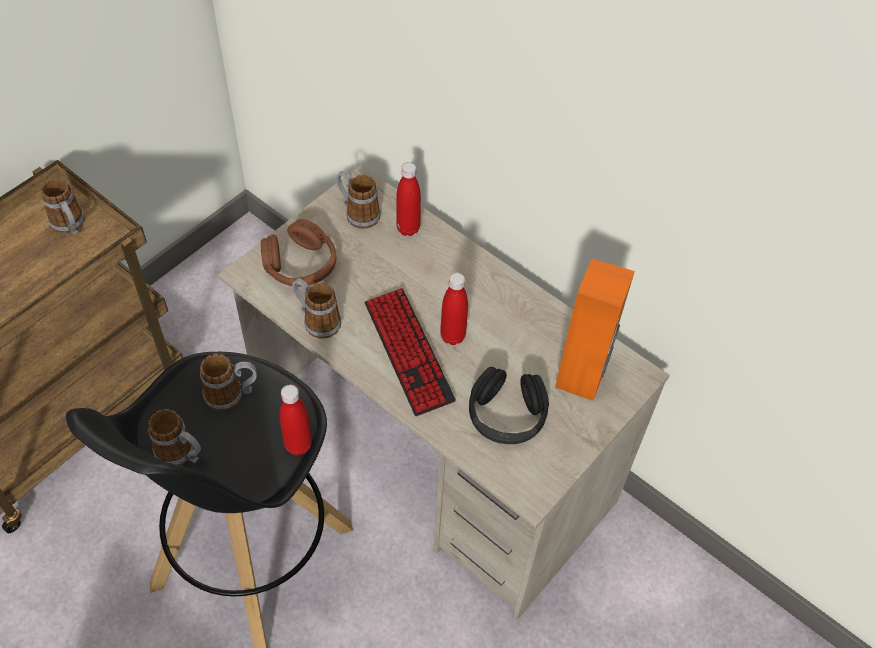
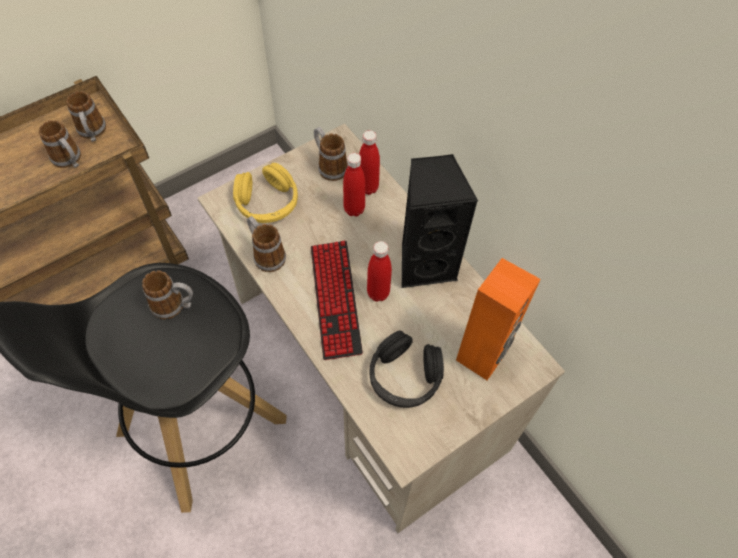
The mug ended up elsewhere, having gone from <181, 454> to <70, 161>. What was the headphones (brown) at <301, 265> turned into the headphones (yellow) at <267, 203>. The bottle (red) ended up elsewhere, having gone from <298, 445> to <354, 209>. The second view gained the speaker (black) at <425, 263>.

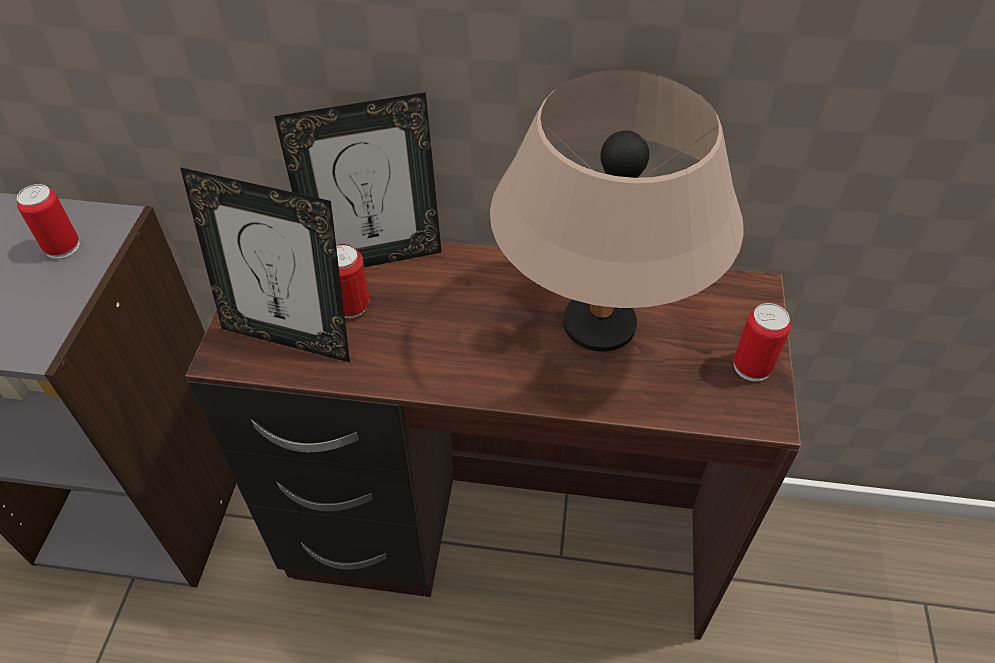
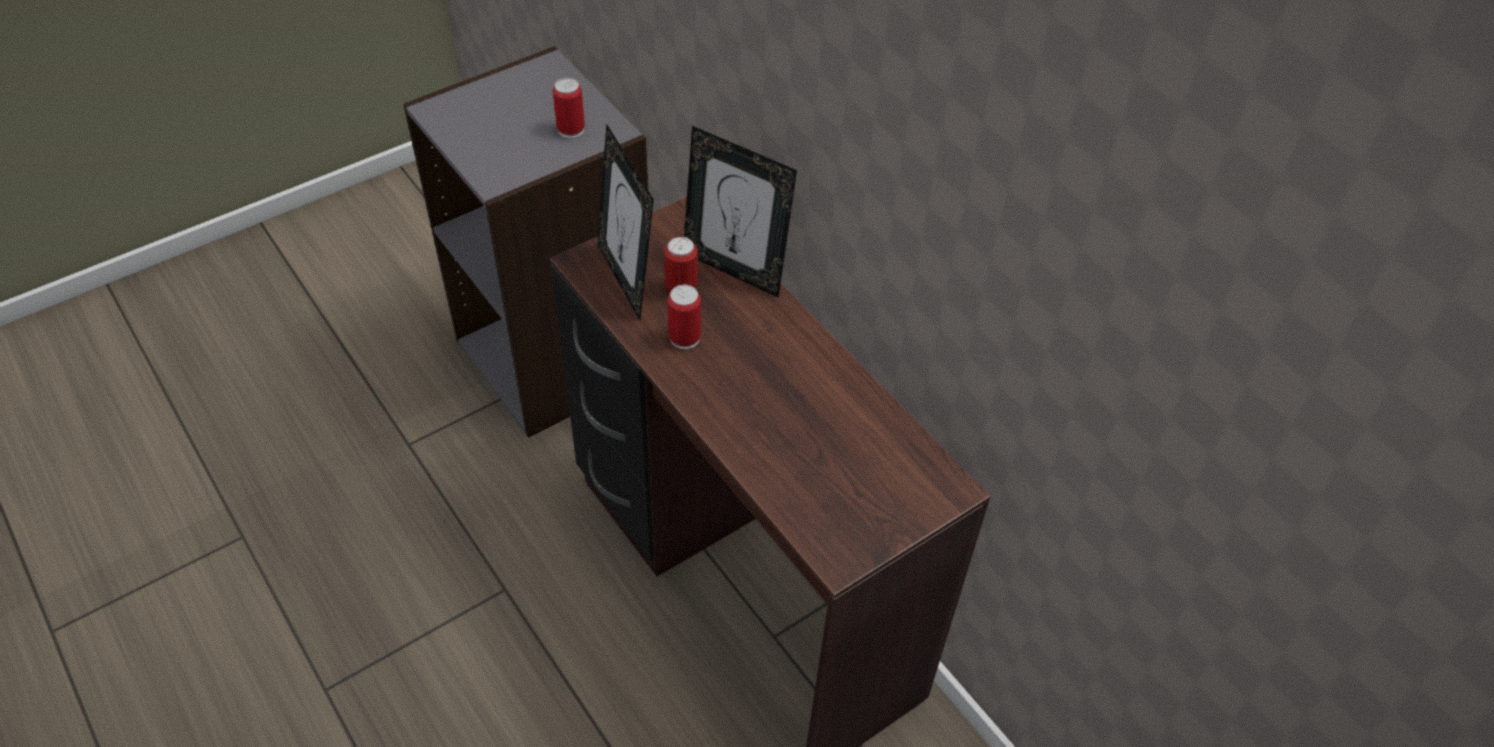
The second view lost the table lamp (beige) at <600, 326>. The can ended up elsewhere, having gone from <752, 366> to <684, 337>.

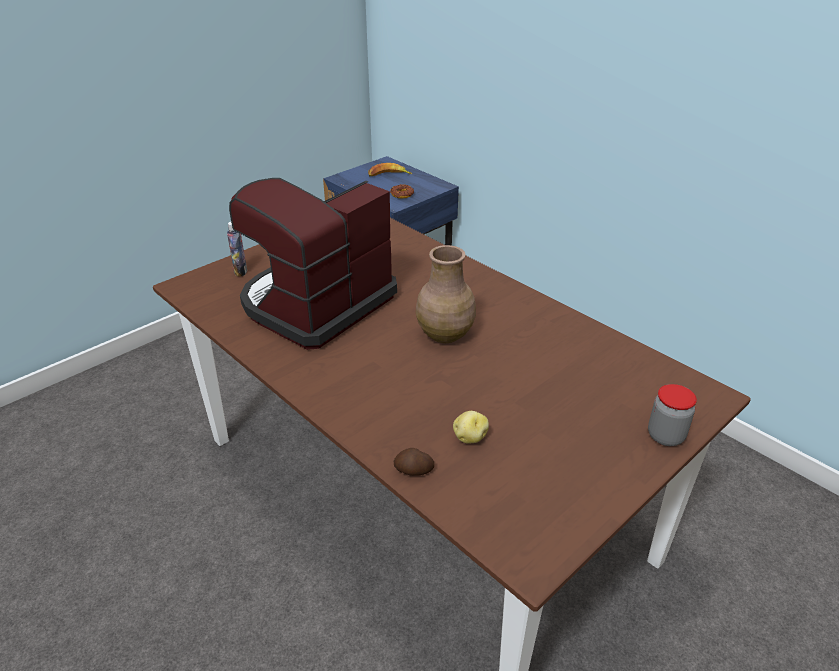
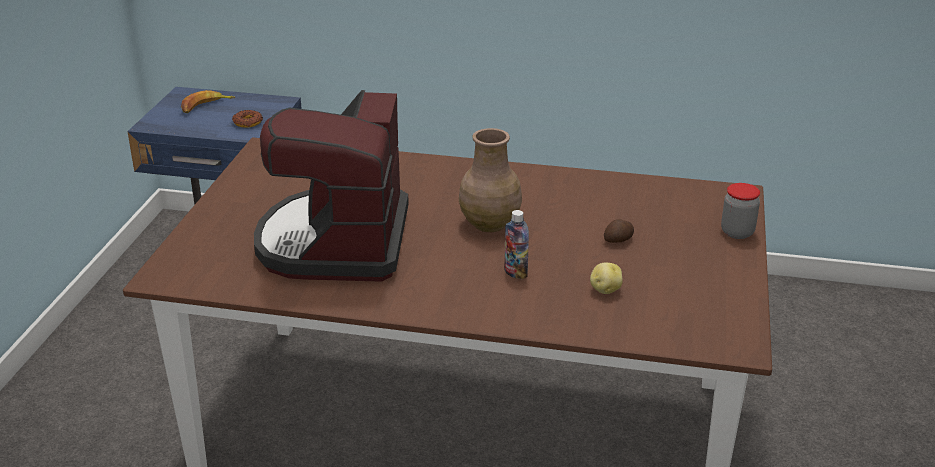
The bottle ended up elsewhere, having gone from <240, 271> to <515, 273>. The potato ended up elsewhere, having gone from <413, 471> to <619, 240>.

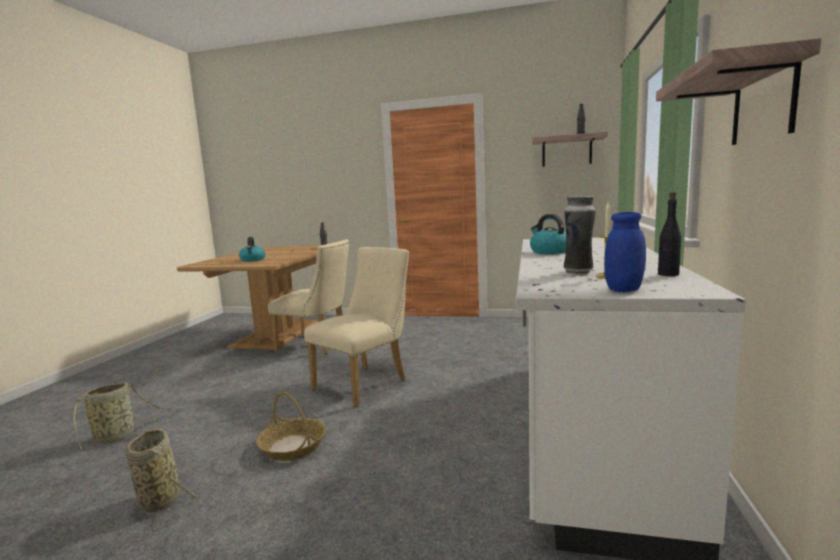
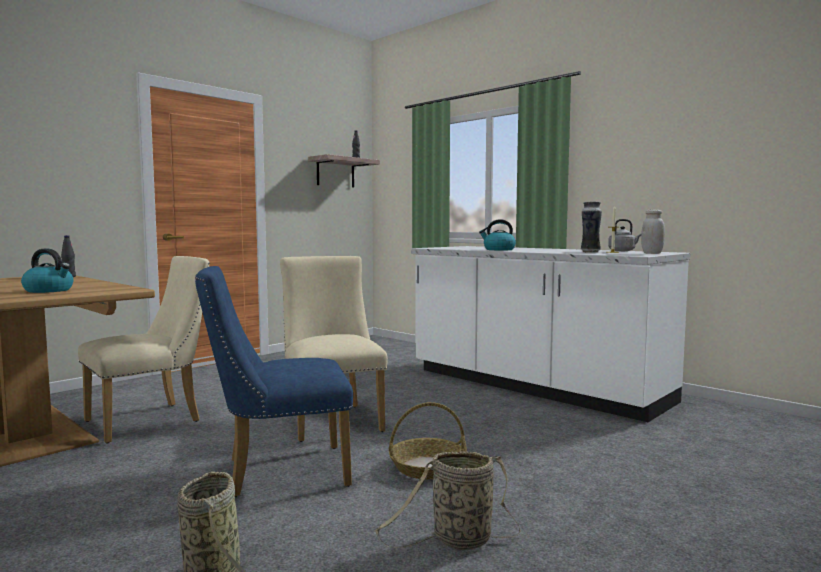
What was the jar (blue) at <624, 289> turned into the jar (white) at <652, 253>. The second view lost the shelf at <763, 103>. Where the bottle (black) stood at <668, 274>, the kettle (grey) came to stand at <623, 251>. The second view gained the chair (blue) at <277, 472>.

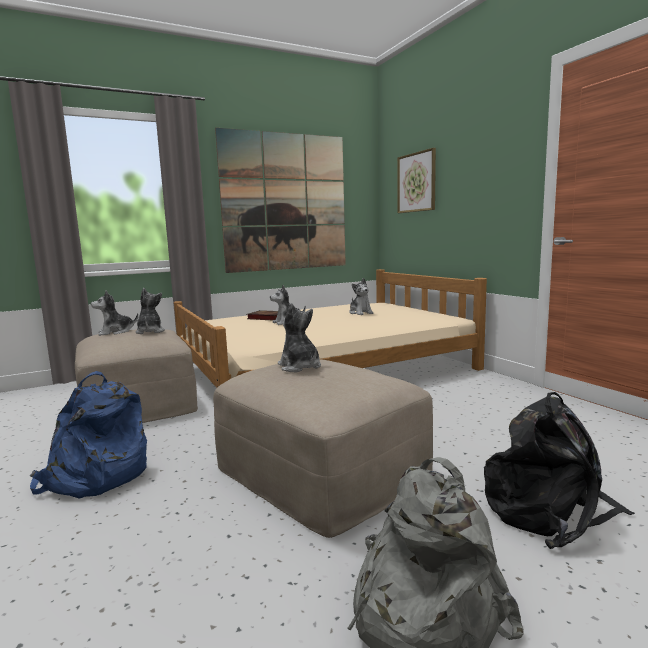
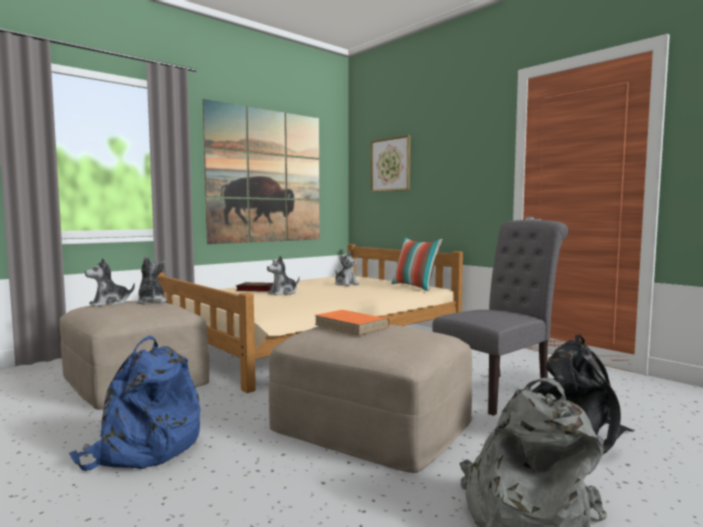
Where the plush toy stood at <299, 367>, the book (orange) came to stand at <352, 326>. The second view gained the pillow at <415, 287>. The second view gained the chair (grey) at <498, 391>.

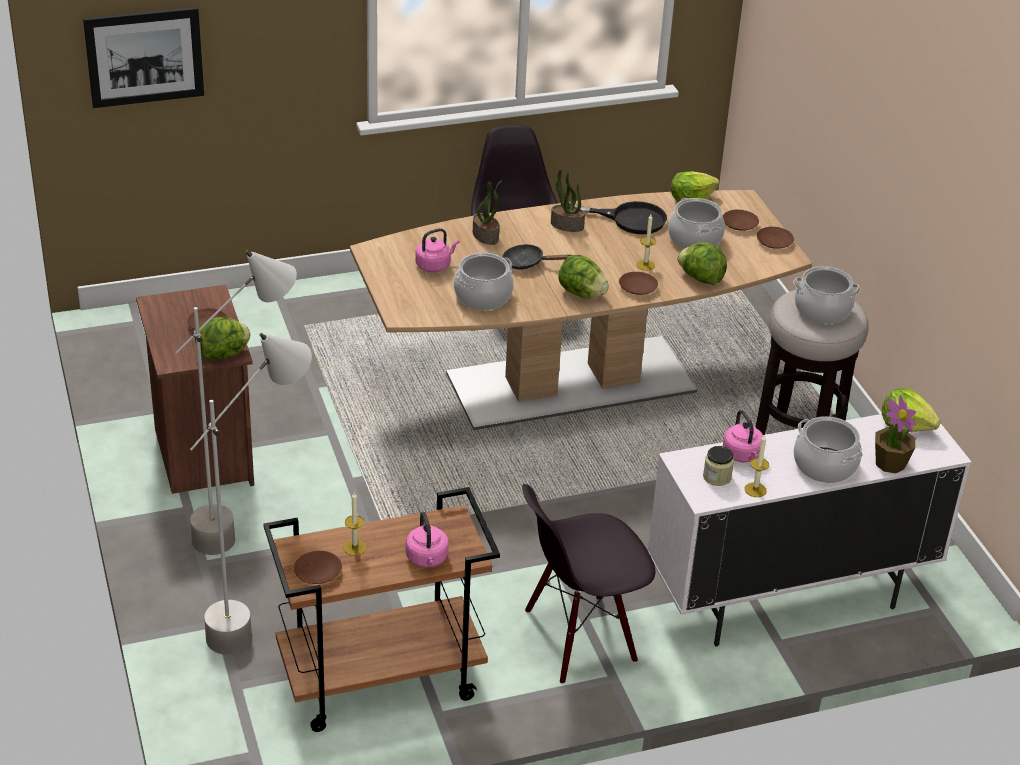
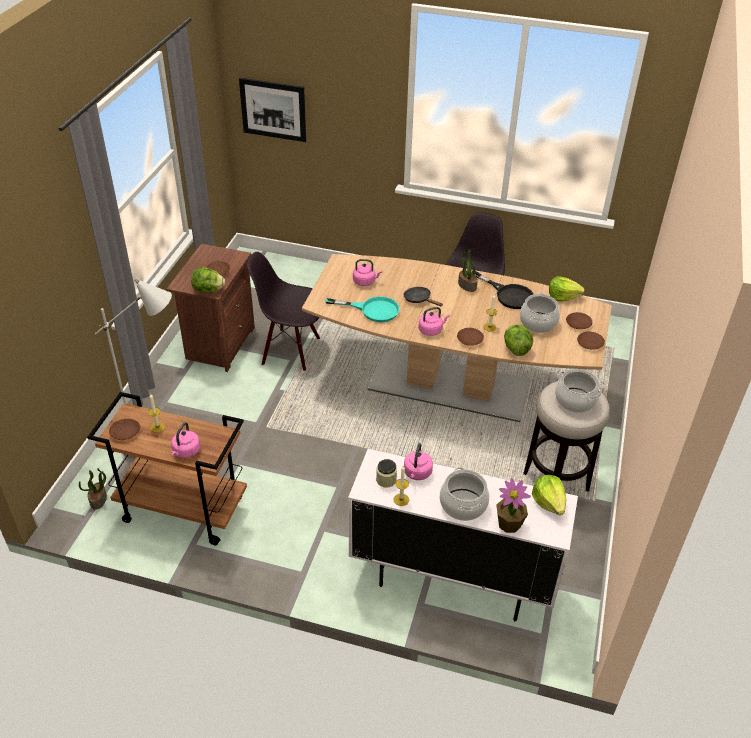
The second view lost the floor lamp (grey) at <247, 529>. Where the cooking pot stood at <482, 296>, the frying pan (turquoise) came to stand at <372, 310>. The potted plant ended up elsewhere, having gone from <486, 236> to <98, 500>. The chair (black) ended up elsewhere, having gone from <579, 638> to <291, 350>. Where the lettuce stood at <581, 294>, the kettle (pink) came to stand at <431, 330>.

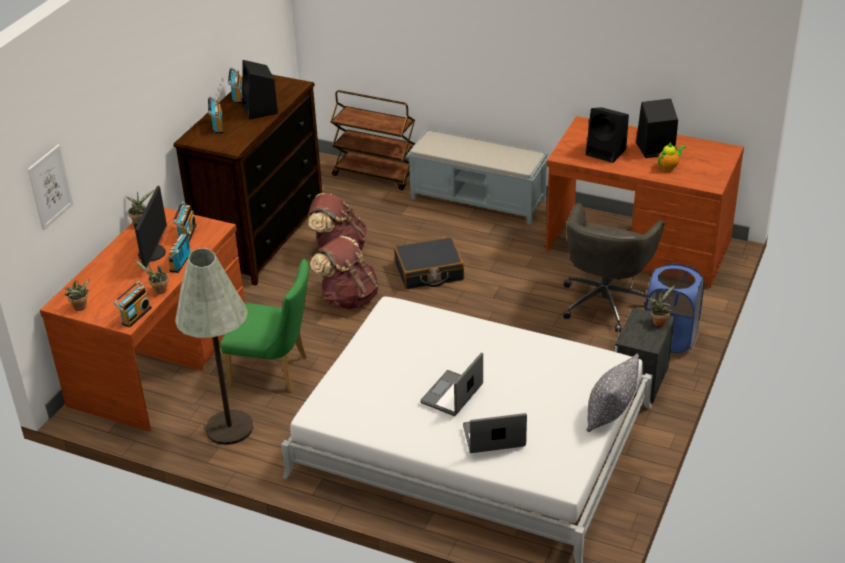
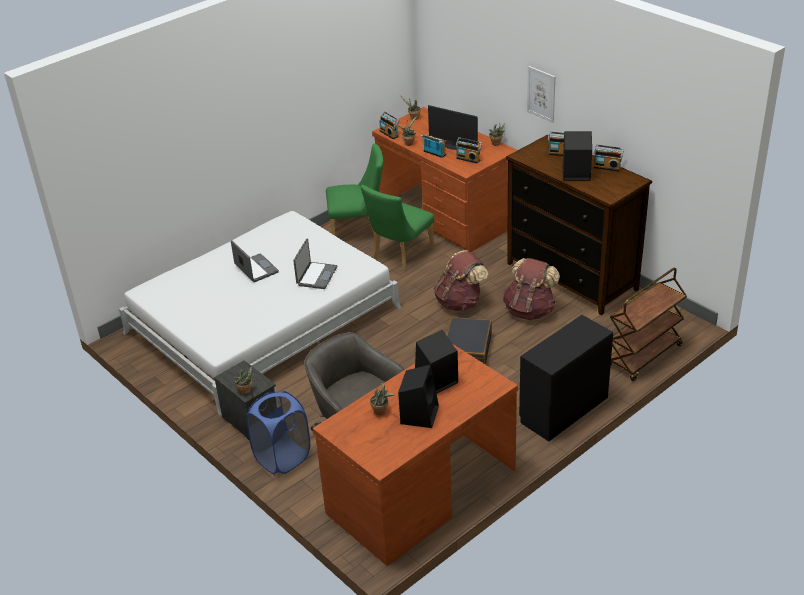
The picture ended up elsewhere, having gone from <50, 187> to <541, 94>. Where the floor lamp (grey) stood at <229, 428>, the chair (green) came to stand at <358, 231>. Where the bench (grey) stood at <479, 200>, the dresser (black) came to stand at <562, 409>. The laptop ended up elsewhere, having gone from <494, 437> to <316, 276>. The second view lost the pillow (grey) at <609, 415>. Where the teapot stood at <669, 167>, the potted plant came to stand at <381, 411>.

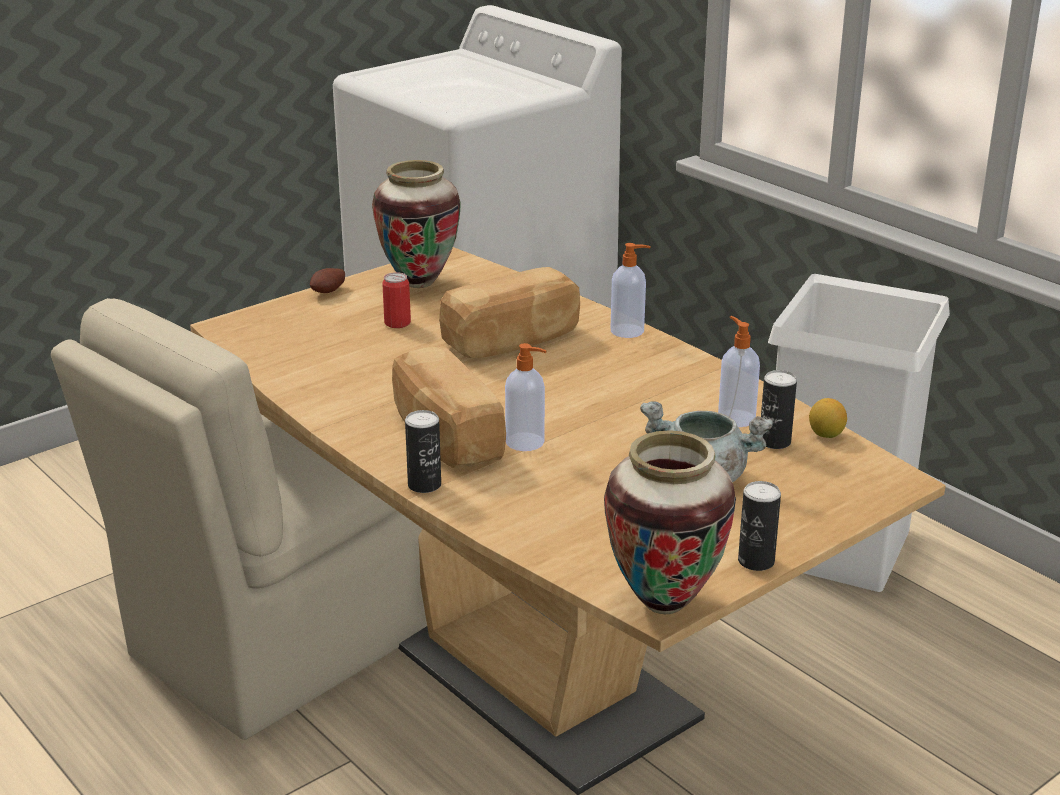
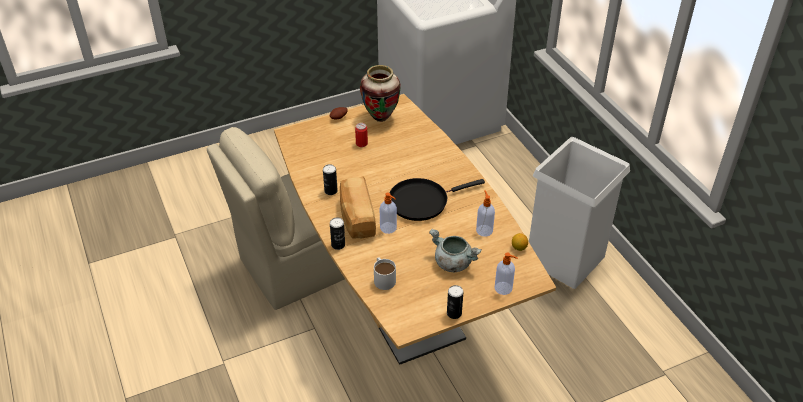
The second view lost the bread at <513, 341>. The second view lost the vase at <664, 602>. The soap dispenser ended up elsewhere, having gone from <628, 331> to <504, 288>. The can ended up elsewhere, having gone from <774, 442> to <331, 191>. The second view gained the mug (white) at <383, 278>. The second view gained the frying pan (black) at <422, 201>.

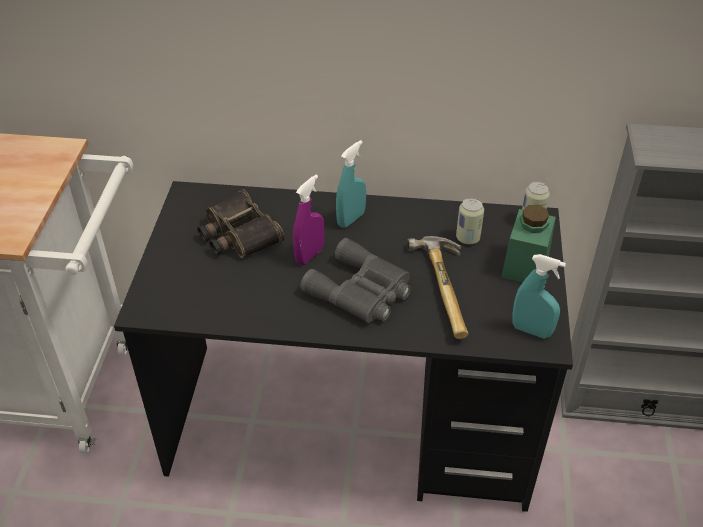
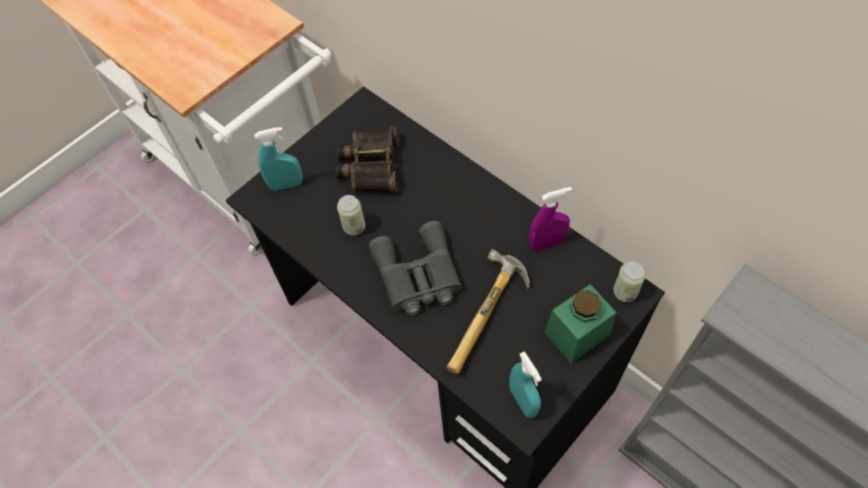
The spray bottle (purple) ended up elsewhere, having gone from <309, 255> to <546, 243>. The spray bottle (turquoise) ended up elsewhere, having gone from <351, 219> to <286, 185>. The can ended up elsewhere, having gone from <467, 238> to <354, 227>.

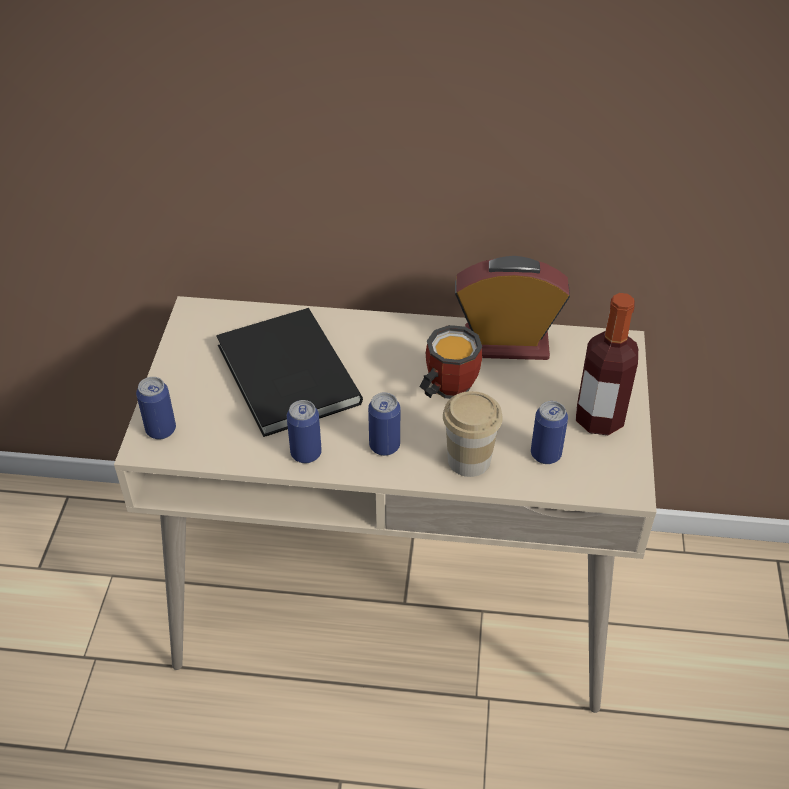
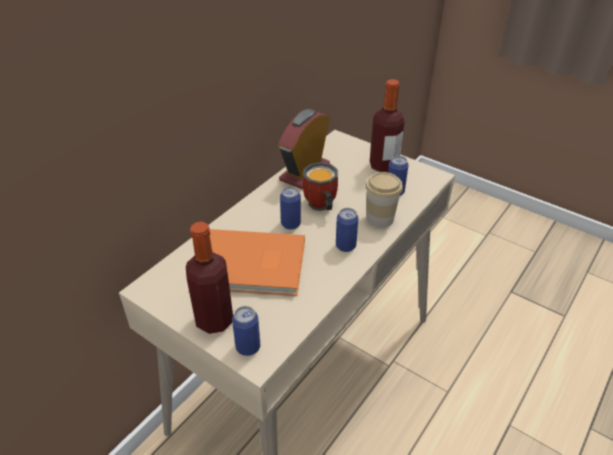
What was the book (black) at <285, 377> turned into the book (orange) at <252, 266>. The can ended up elsewhere, having gone from <306, 453> to <290, 224>. The second view gained the bottle at <214, 320>.

